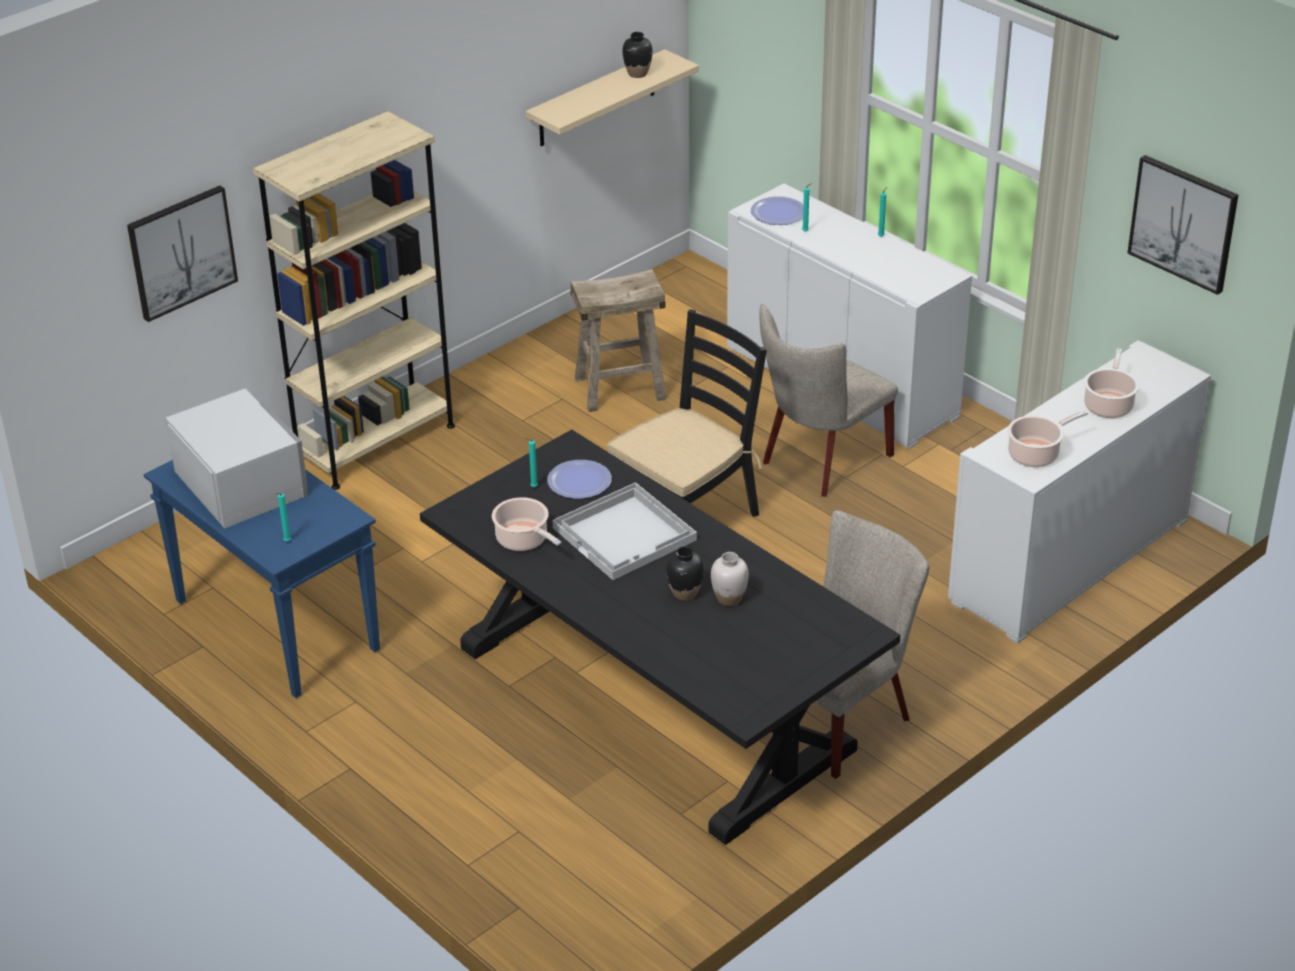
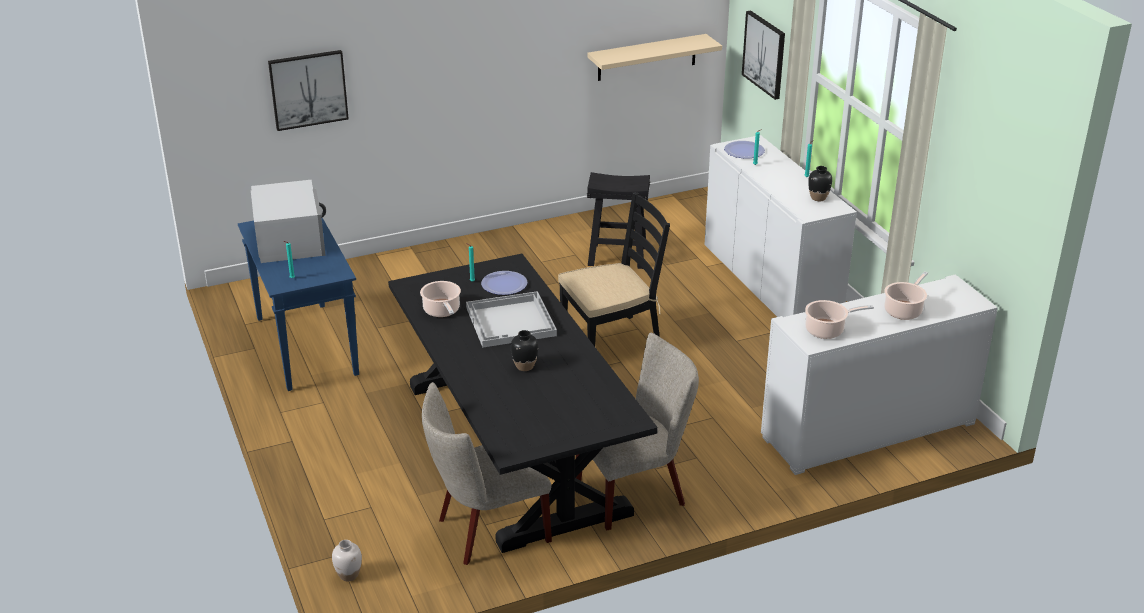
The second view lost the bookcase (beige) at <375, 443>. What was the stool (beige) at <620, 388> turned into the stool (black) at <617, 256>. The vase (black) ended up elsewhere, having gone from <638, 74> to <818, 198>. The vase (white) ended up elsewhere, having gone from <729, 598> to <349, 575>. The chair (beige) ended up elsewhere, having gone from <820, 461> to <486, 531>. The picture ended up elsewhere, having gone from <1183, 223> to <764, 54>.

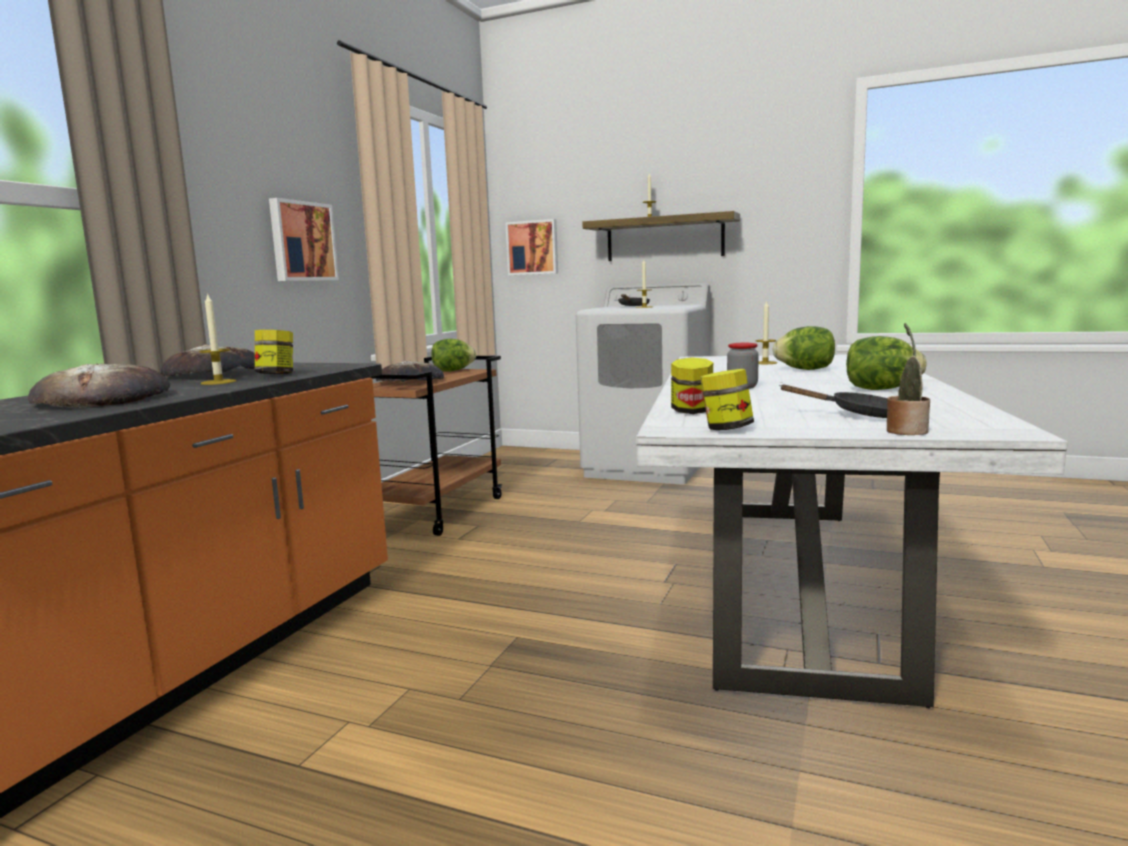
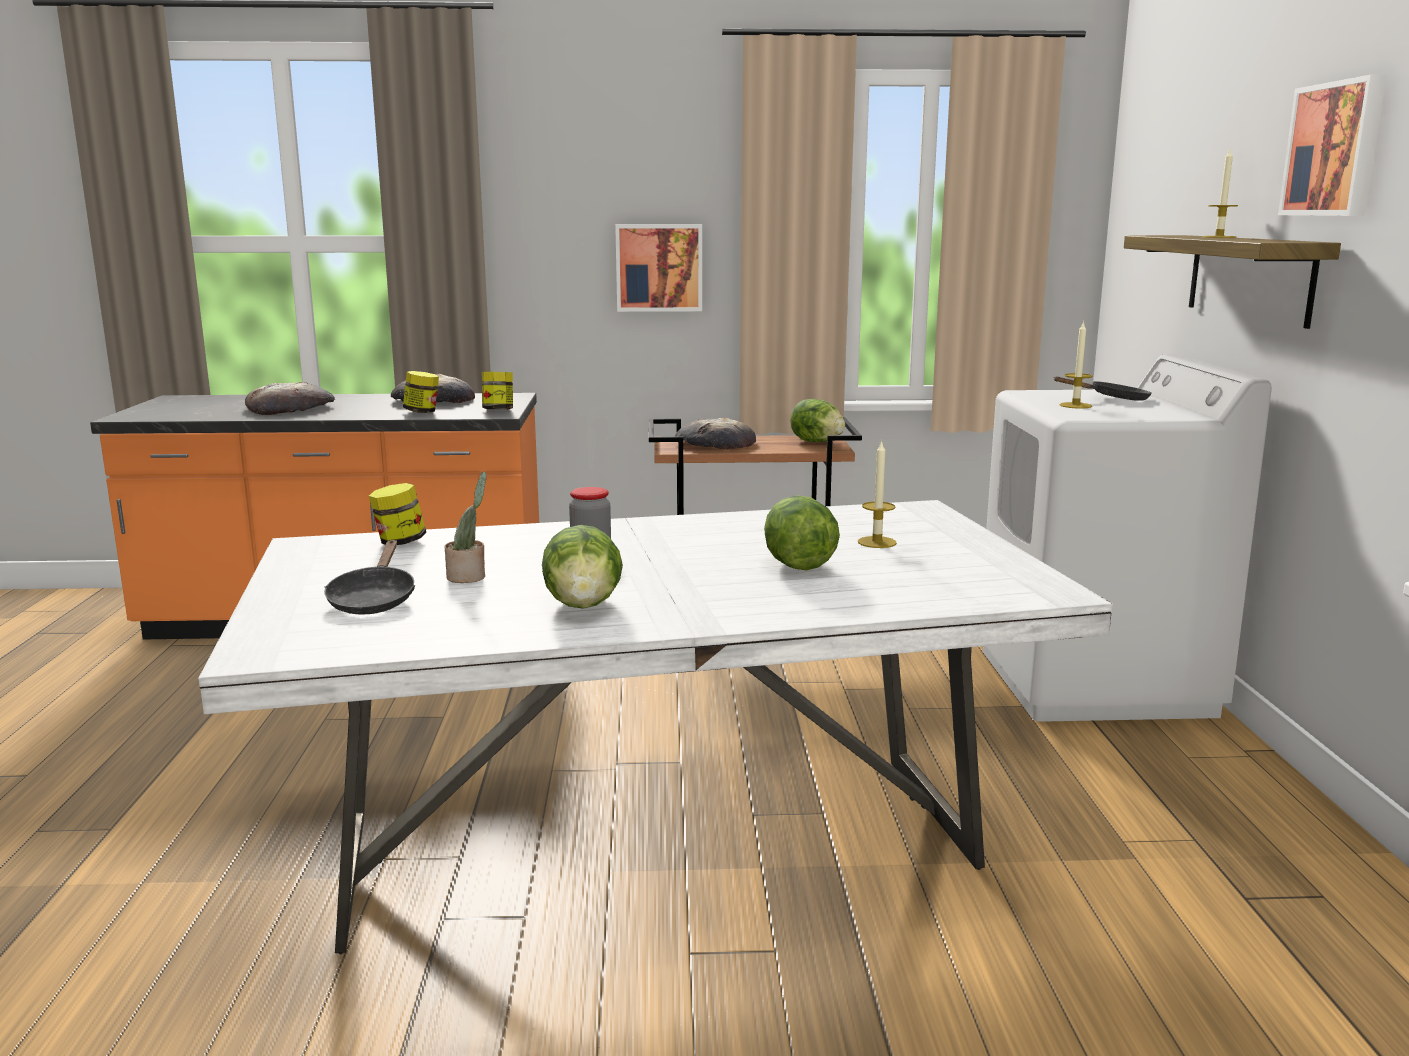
The second view lost the candle at <218, 382>. The picture ended up elsewhere, having gone from <533, 247> to <1336, 149>. The jar ended up elsewhere, having gone from <726, 429> to <498, 410>. The potted plant ended up elsewhere, having gone from <906, 431> to <469, 577>.

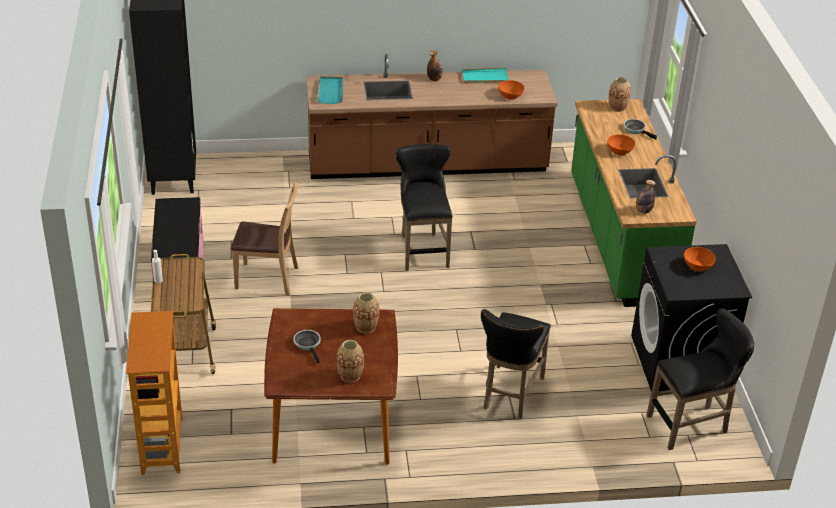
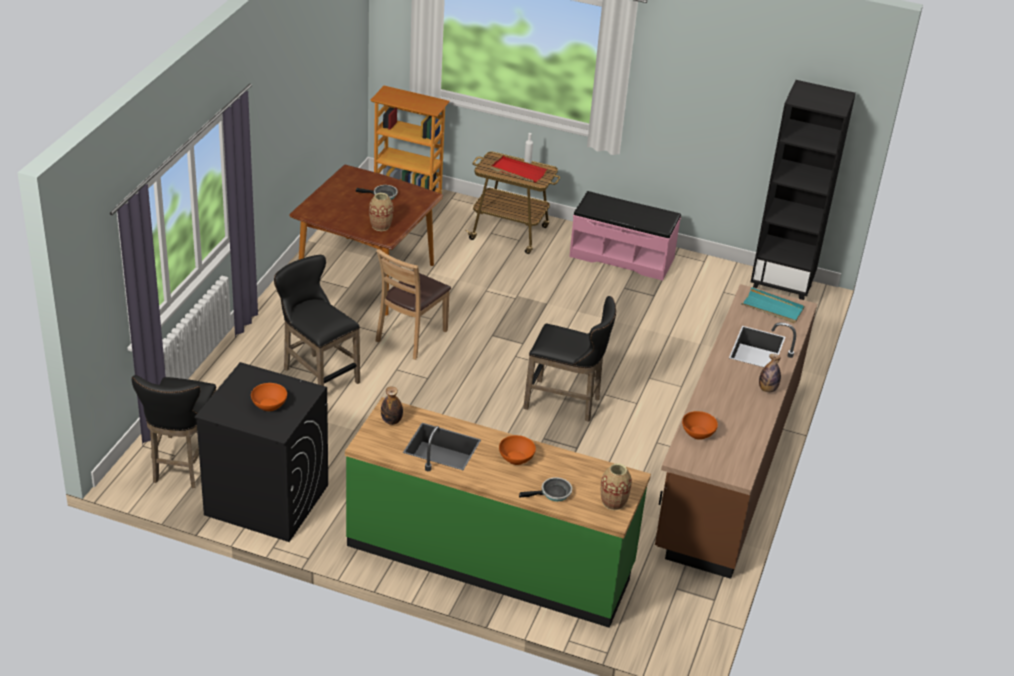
The chair (brown) ended up elsewhere, having gone from <267, 278> to <411, 337>. The second view lost the vase at <350, 375>. The second view lost the tray (turquoise) at <485, 78>. The second view gained the tray (red) at <518, 171>.

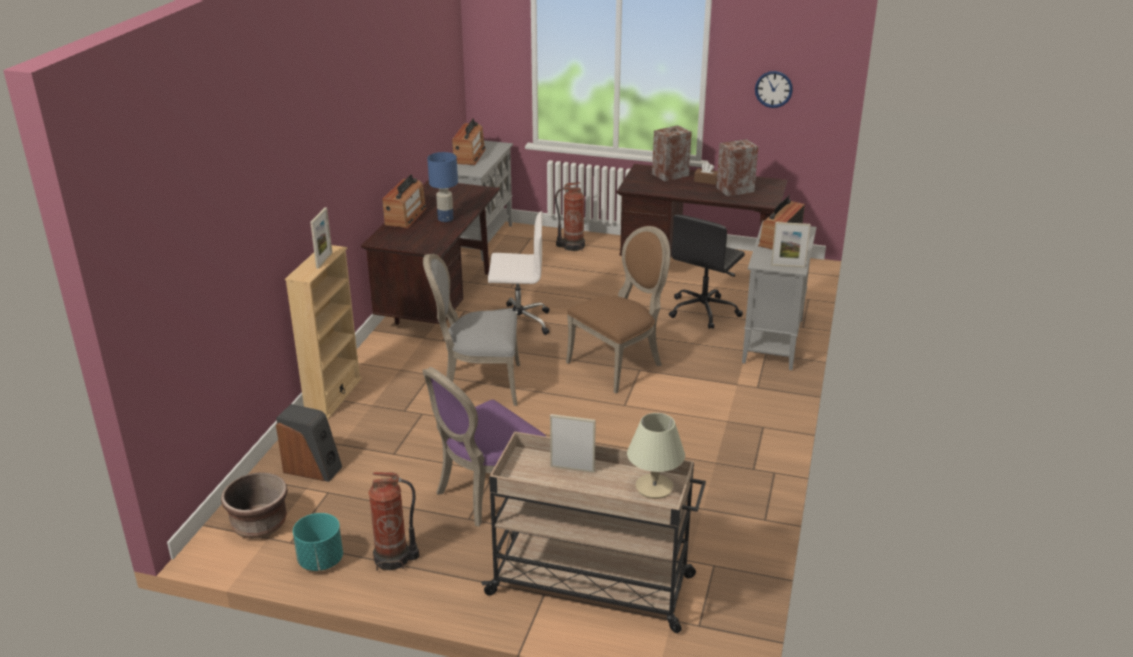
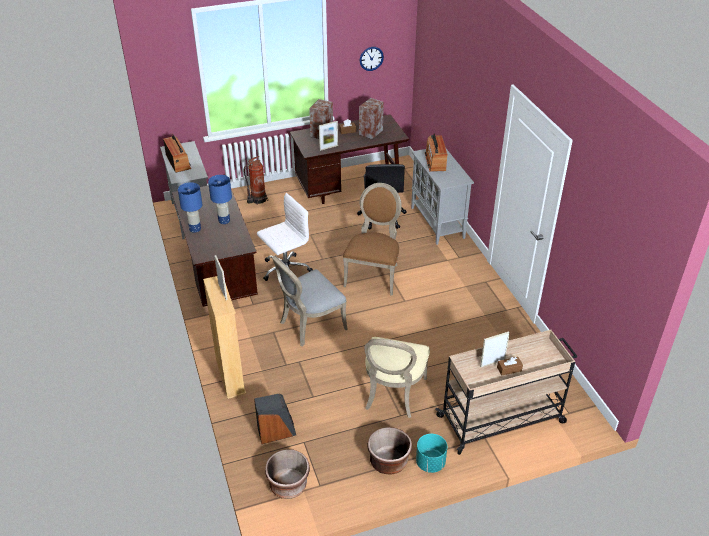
The planter (turquoise) ended up elsewhere, having gone from <320, 560> to <430, 463>. Where the fire extinguisher stood at <394, 559>, the planter (brown) came to stand at <388, 462>. Where the radio stood at <405, 216>, the table lamp (blue) came to stand at <195, 229>. What was the chair (purple) at <486, 494> turned into the chair (beige) at <393, 395>. The second view lost the table lamp (beige) at <653, 487>. The picture frame ended up elsewhere, having gone from <788, 266> to <328, 147>. The second view gained the tissue box (brown) at <509, 369>.

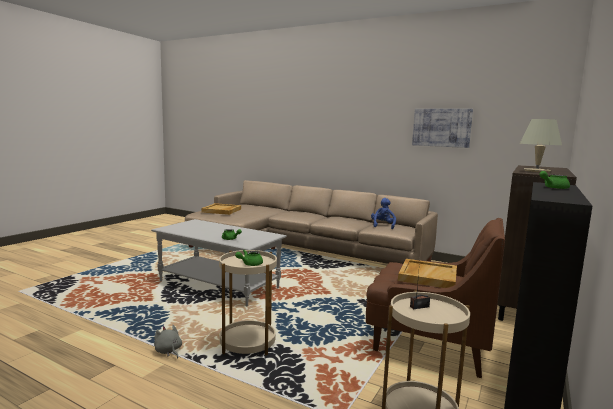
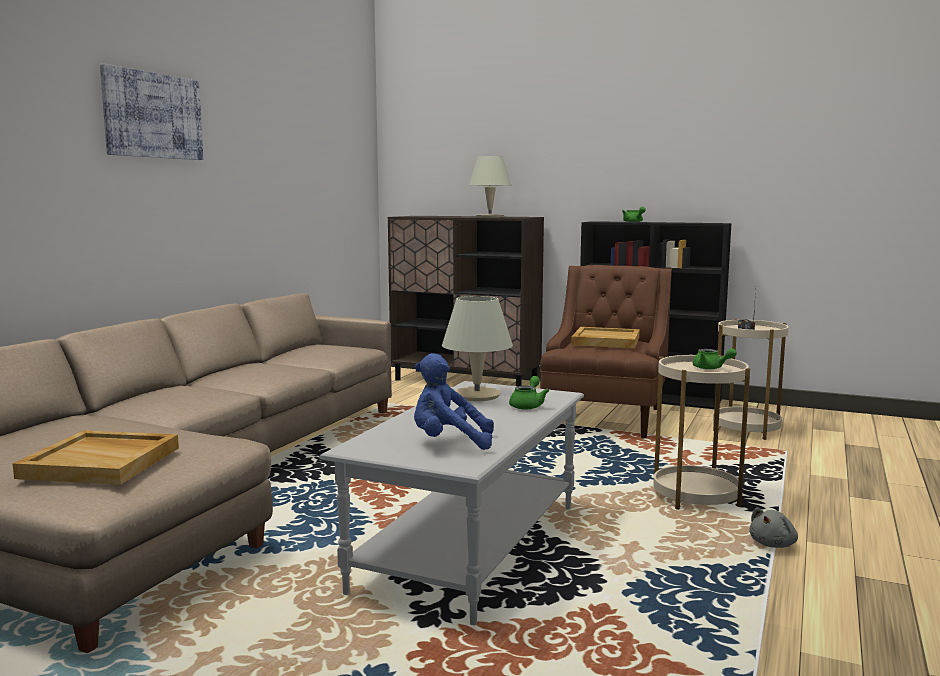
The plush toy (blue) ended up elsewhere, having gone from <383, 225> to <449, 443>. The picture ended up elsewhere, having gone from <441, 127> to <153, 115>. The second view gained the table lamp (beige) at <476, 395>.

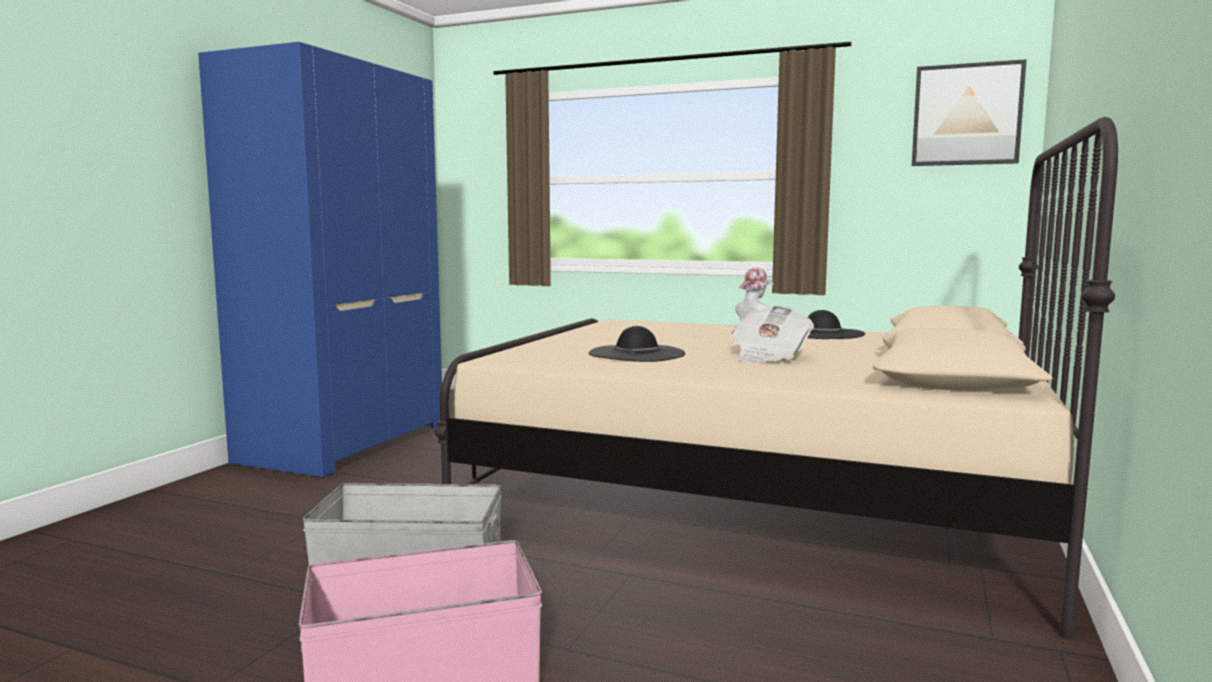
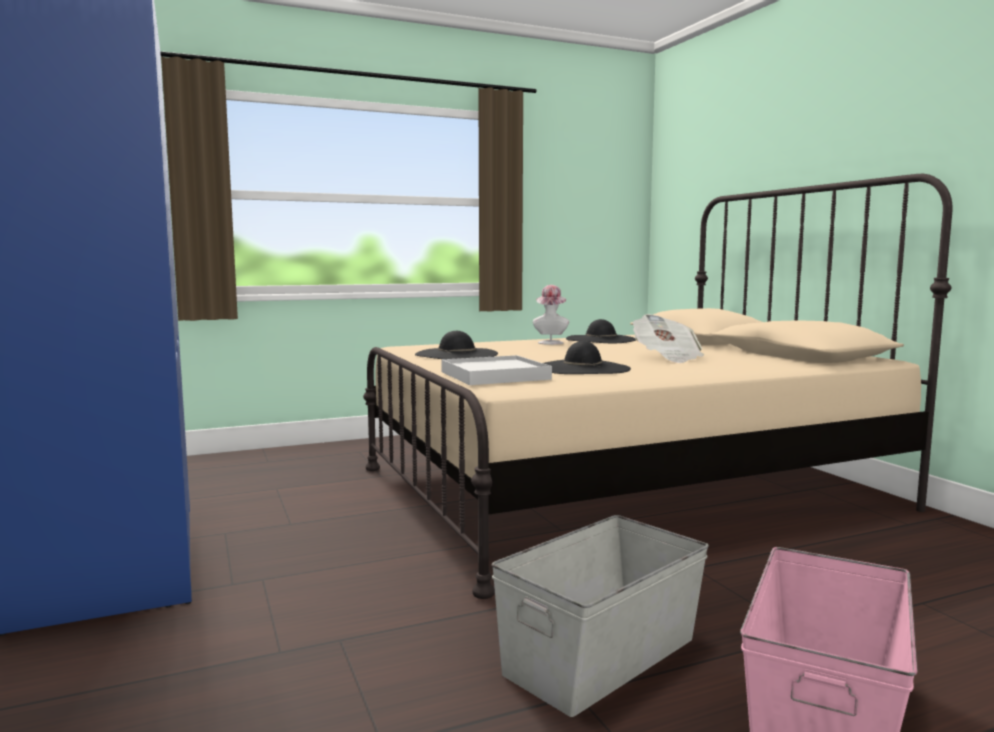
The second view lost the picture at <966, 114>. The second view gained the hat (black) at <456, 354>. The second view gained the tray (white) at <495, 375>.

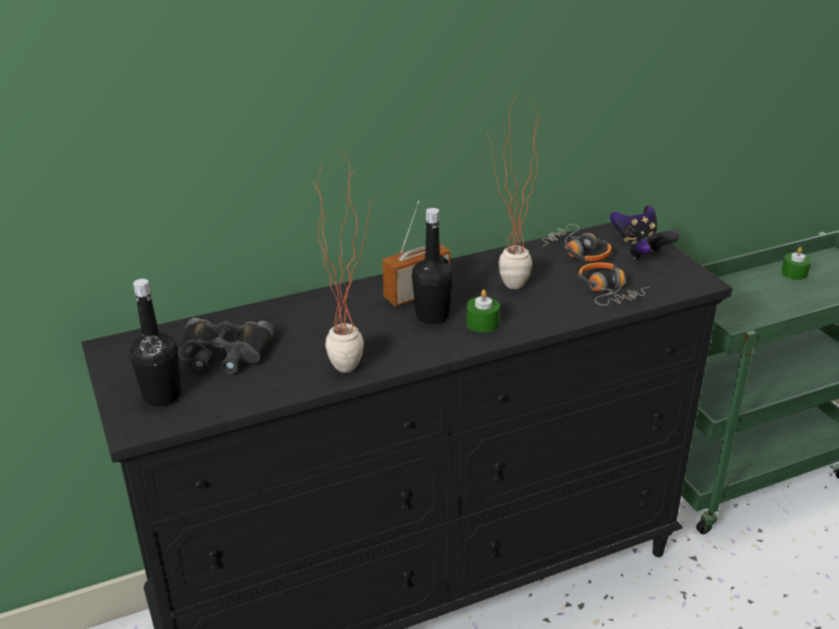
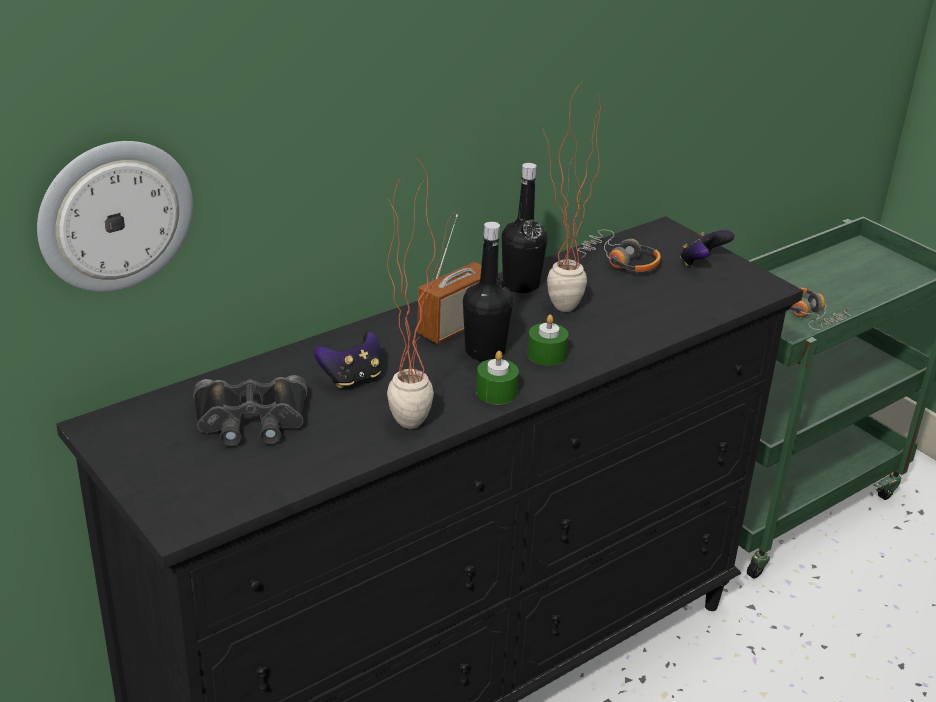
The bottle (black) ended up elsewhere, having gone from <162, 395> to <521, 285>. The headphones ended up elsewhere, having gone from <608, 291> to <810, 315>. The game controller ended up elsewhere, having gone from <634, 237> to <352, 378>. The candle (green) ended up elsewhere, having gone from <794, 273> to <496, 392>. The second view gained the wall clock at <114, 215>.

